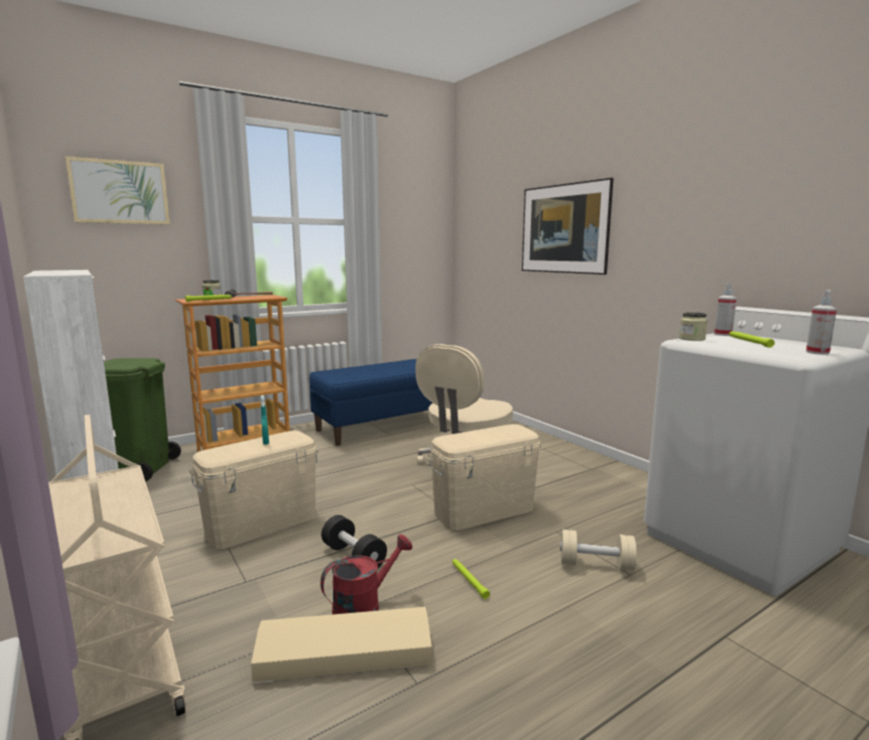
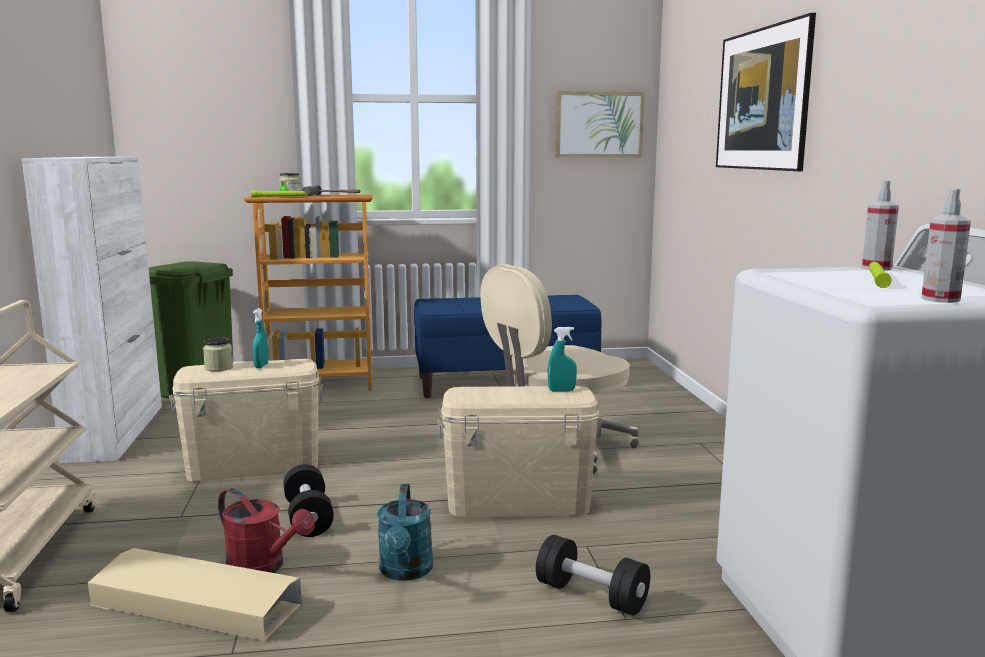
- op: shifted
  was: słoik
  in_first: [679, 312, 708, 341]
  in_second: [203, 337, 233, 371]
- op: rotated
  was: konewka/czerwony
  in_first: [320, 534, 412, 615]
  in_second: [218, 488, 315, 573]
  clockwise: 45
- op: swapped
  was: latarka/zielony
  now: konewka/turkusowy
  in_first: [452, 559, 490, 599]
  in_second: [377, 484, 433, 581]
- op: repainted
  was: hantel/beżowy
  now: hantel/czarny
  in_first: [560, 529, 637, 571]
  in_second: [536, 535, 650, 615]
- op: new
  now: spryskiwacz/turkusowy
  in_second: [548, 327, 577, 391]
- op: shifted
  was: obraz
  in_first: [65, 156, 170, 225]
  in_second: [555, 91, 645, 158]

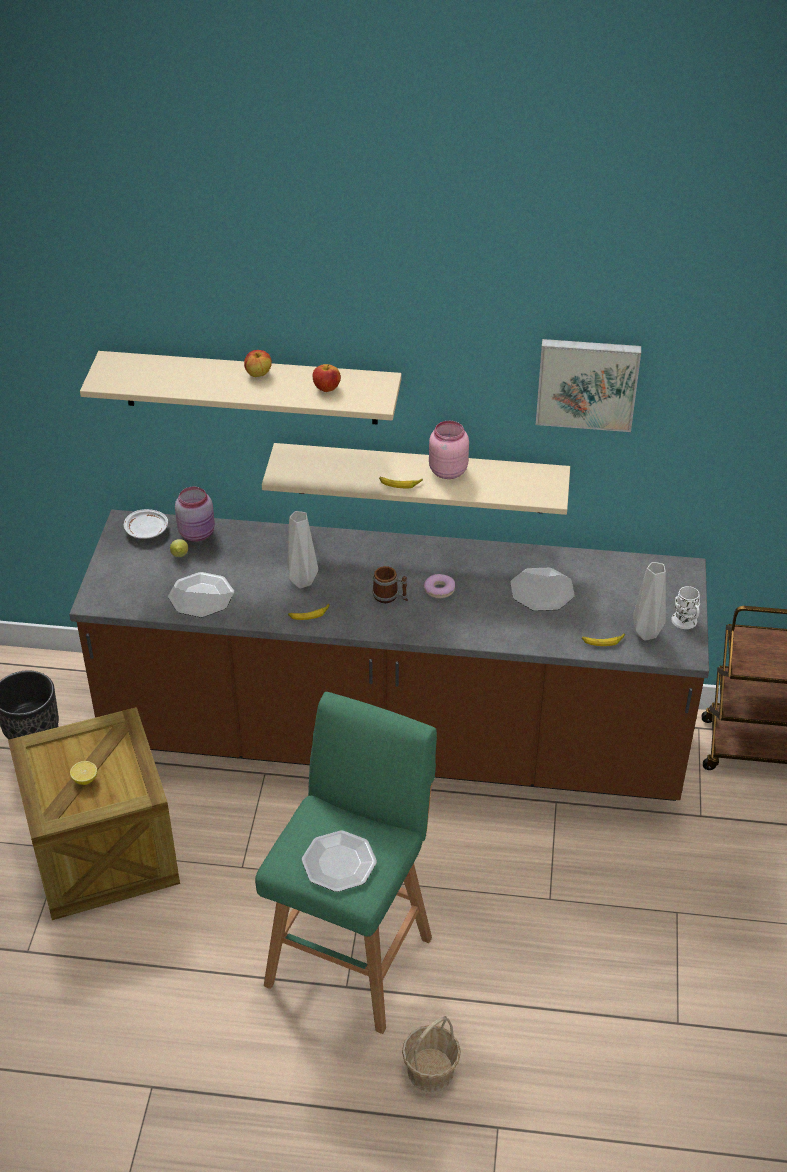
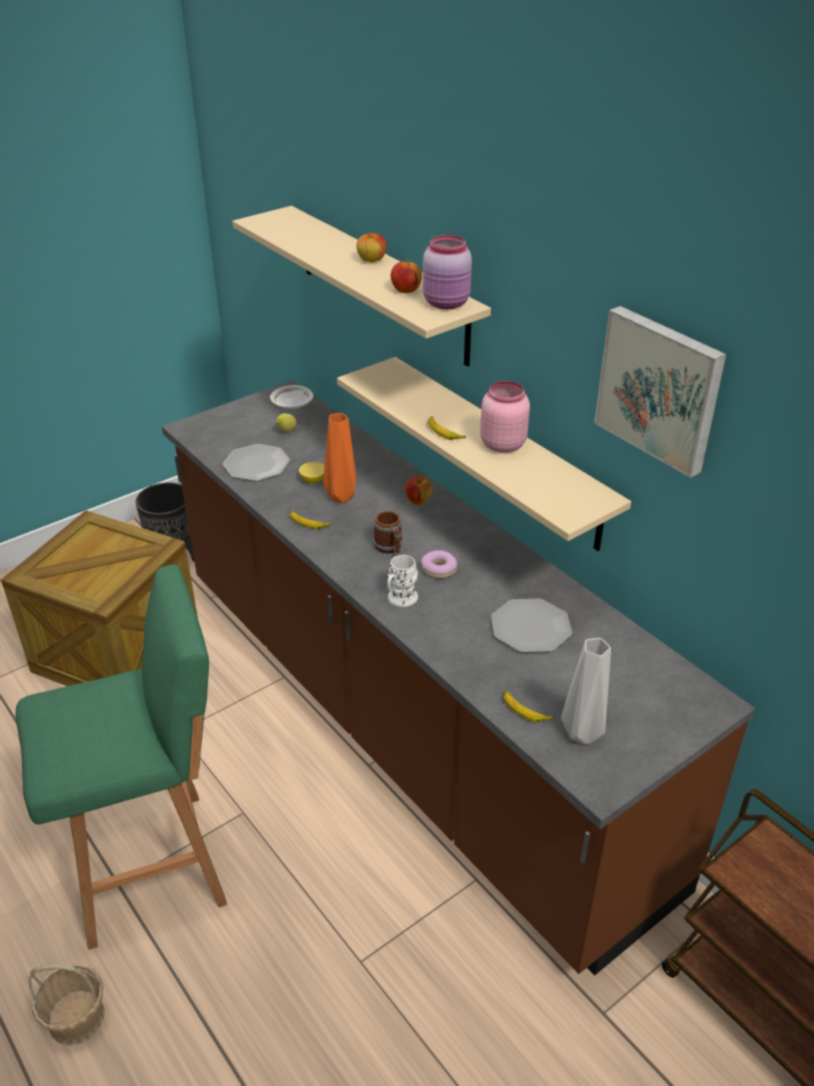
- op: shifted
  was: cytryna
  in_first: [70, 761, 97, 785]
  in_second: [299, 462, 325, 483]
- op: repainted
  was: wazon/szary
  now: wazon/pomarańczowy
  in_first: [287, 511, 318, 588]
  in_second: [323, 413, 357, 503]
- op: shifted
  was: kubek/biały
  in_first: [671, 586, 700, 629]
  in_second: [387, 555, 418, 607]
- op: new
  now: jabłko
  in_second: [405, 476, 433, 505]
- op: shifted
  was: słoik/różowy
  in_first: [175, 487, 215, 542]
  in_second: [423, 235, 472, 309]
- op: gone
  was: talerz
  in_first: [302, 831, 377, 892]

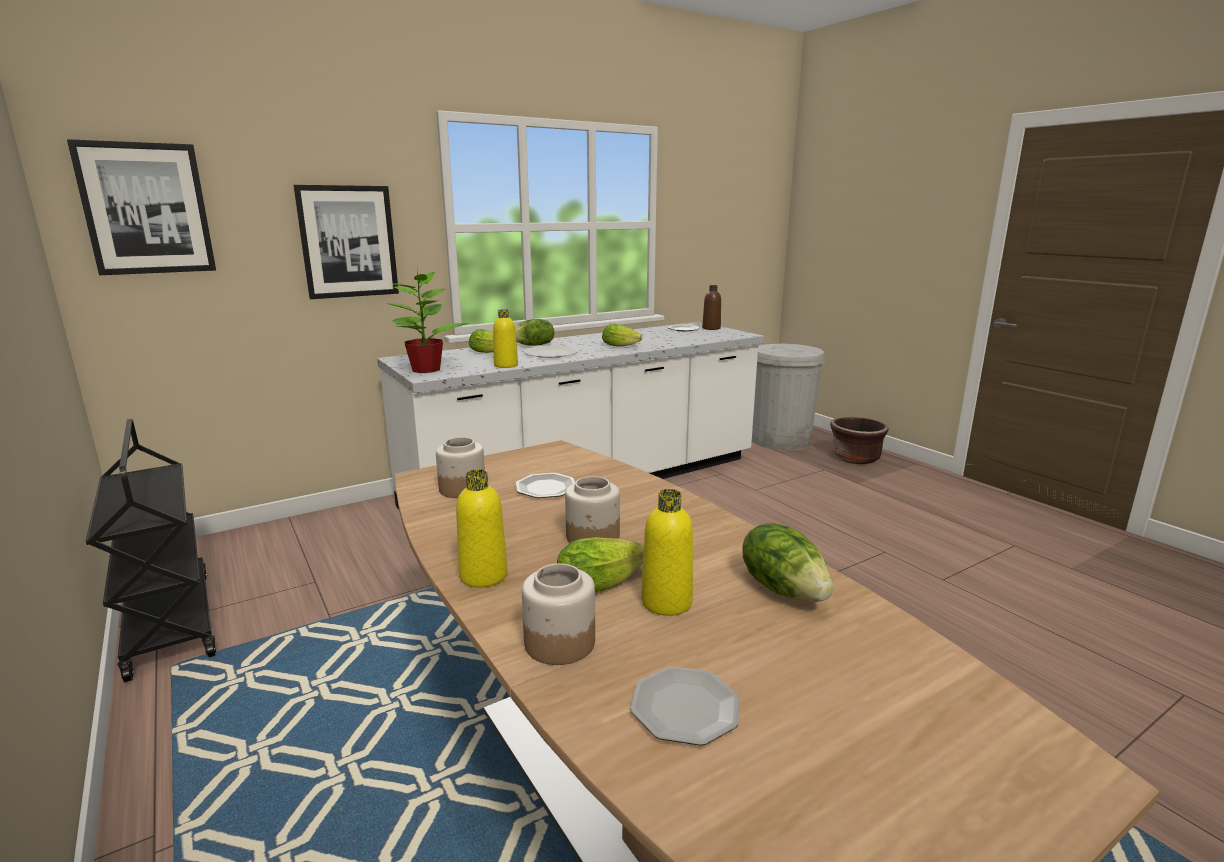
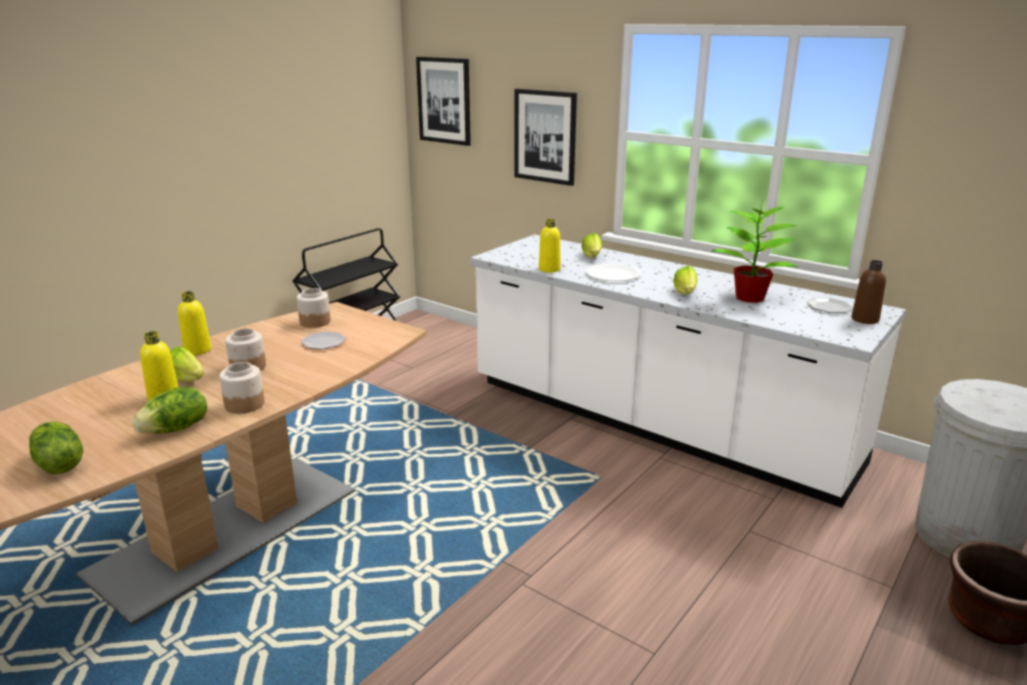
- op: shifted
  was: sałata
  in_first: [515, 319, 554, 346]
  in_second: [29, 422, 83, 474]
- op: shifted
  was: słoik
  in_first: [522, 563, 595, 665]
  in_second: [219, 362, 265, 414]
- op: shifted
  was: roślina doniczkowa
  in_first: [387, 272, 469, 373]
  in_second: [712, 200, 798, 303]
- op: gone
  was: talerz
  in_first: [630, 666, 739, 746]

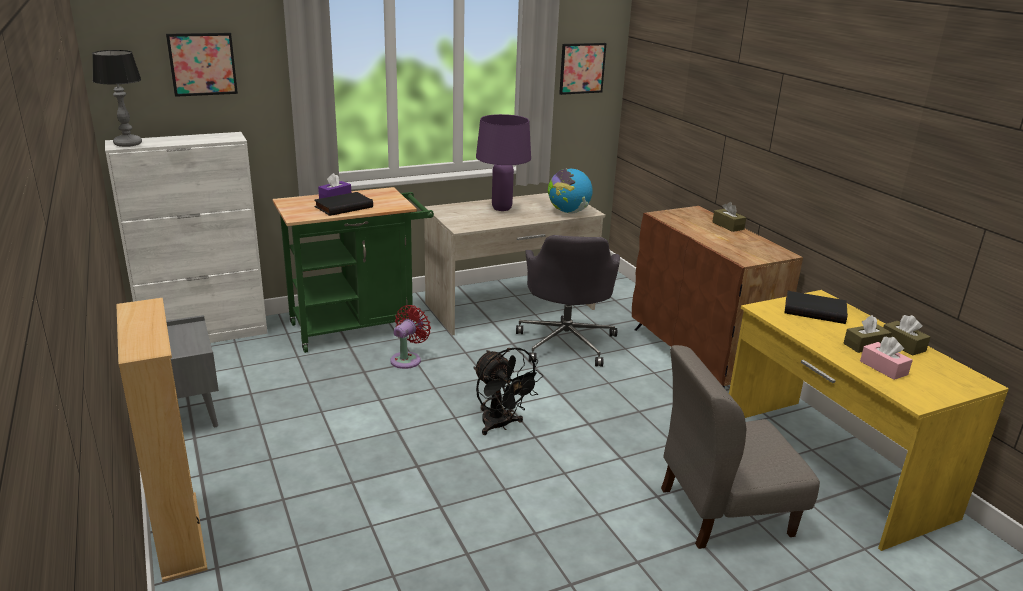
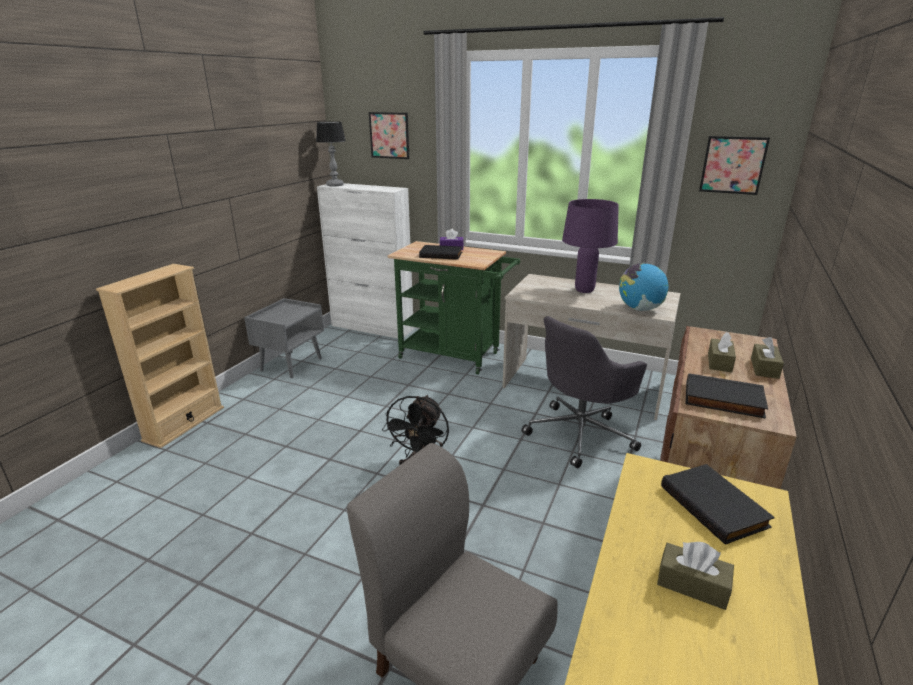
- op: new
  now: książka/czarny
  in_second: [686, 373, 768, 419]
- op: shifted
  was: pudełko chusteczek/brązowy
  in_first: [883, 315, 930, 355]
  in_second: [708, 332, 736, 372]
- op: gone
  was: wentylator/czerwony
  in_first: [390, 305, 431, 369]
- op: gone
  was: pudełko chusteczek/różowy
  in_first: [860, 337, 913, 380]

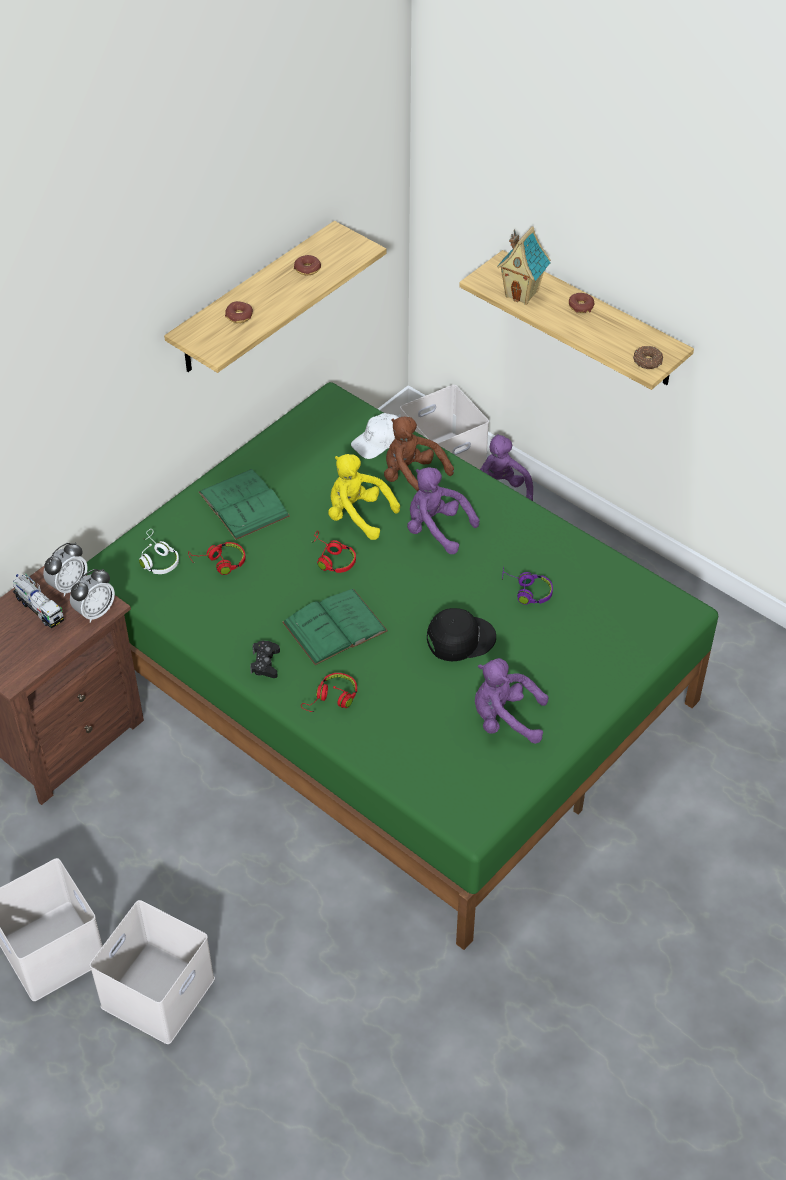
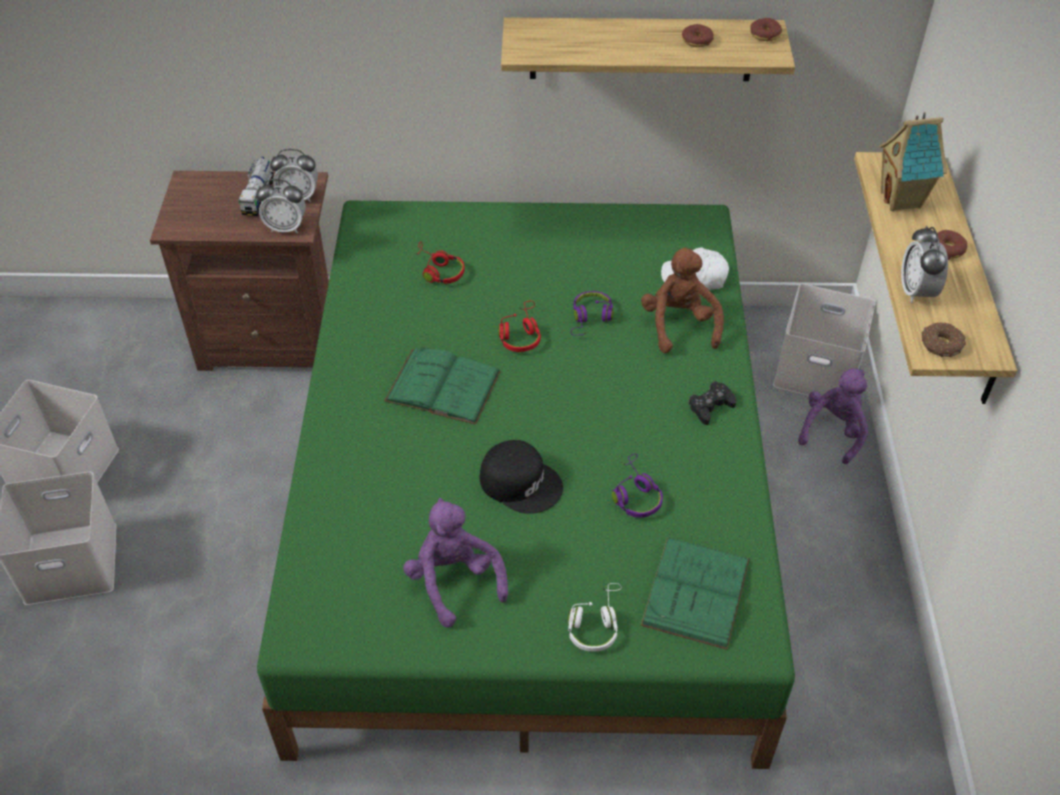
- op: shifted
  was: słuchawki/biały
  in_first: [139, 529, 179, 574]
  in_second: [568, 583, 622, 651]
- op: swapped
  was: pluszak/żółty
  now: słuchawki/fioletowy
  in_first: [328, 454, 400, 540]
  in_second: [570, 291, 614, 335]
- op: shifted
  was: książka/zielony
  in_first: [199, 469, 290, 540]
  in_second: [641, 537, 750, 650]
- op: shifted
  was: pad do gier/czarny
  in_first: [250, 641, 280, 678]
  in_second: [688, 381, 737, 425]
- op: shifted
  was: donut
  in_first: [225, 301, 253, 323]
  in_second: [750, 18, 782, 41]
- op: new
  now: budzik
  in_second: [901, 226, 948, 303]
- op: gone
  was: słuchawki/czerwony
  in_first: [301, 673, 357, 712]
- op: gone
  was: pluszak/fioletowy
  in_first: [407, 467, 480, 554]

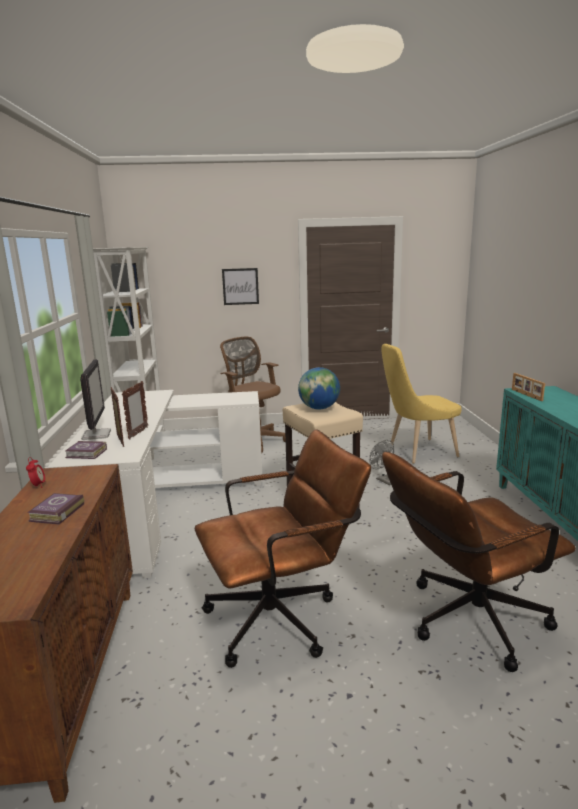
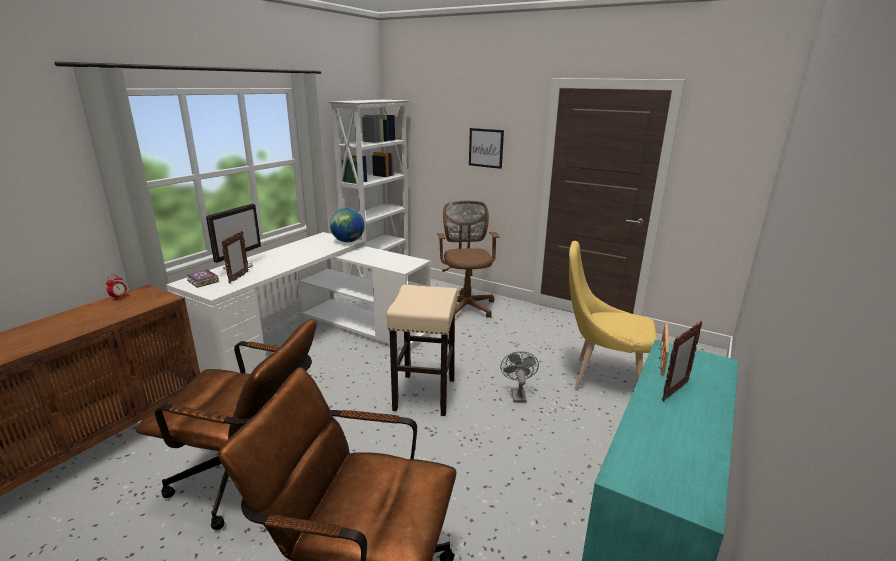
- op: shifted
  was: globus
  in_first: [298, 367, 340, 410]
  in_second: [330, 208, 365, 242]
- op: shifted
  was: ramka na zdjęcie
  in_first: [122, 381, 148, 440]
  in_second: [662, 321, 702, 401]
- op: gone
  was: książka
  in_first: [27, 493, 84, 524]

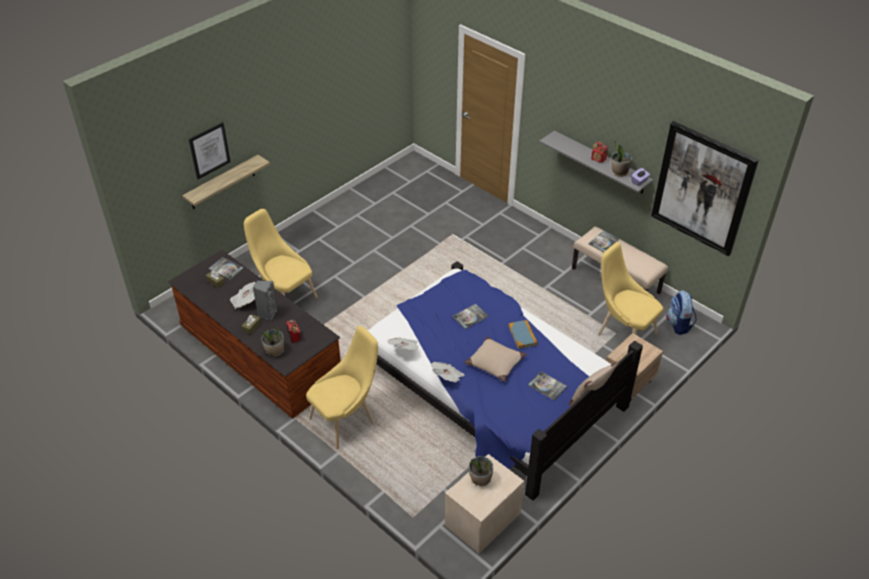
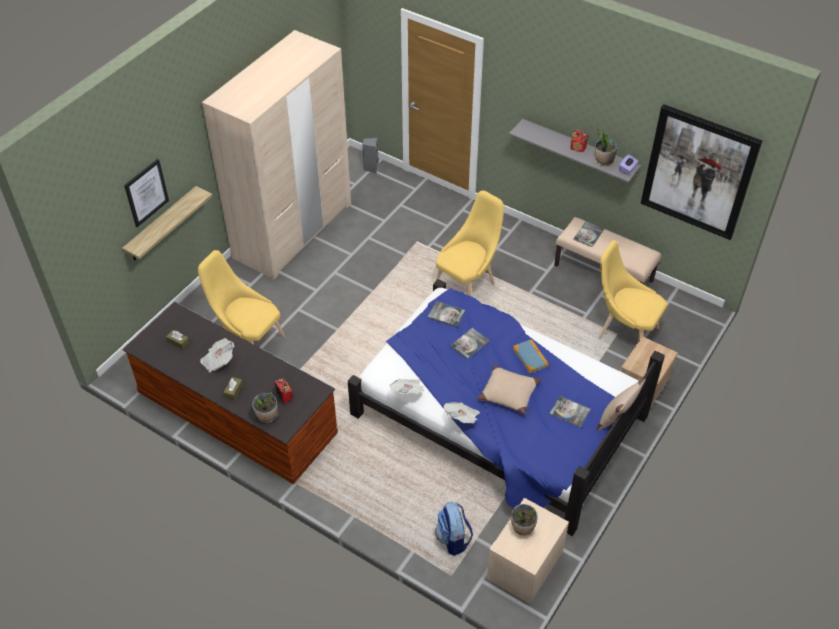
- op: new
  now: szafa/beżowy
  in_second: [202, 30, 351, 279]
- op: shifted
  was: głośnik/szary
  in_first: [253, 280, 277, 321]
  in_second: [362, 137, 379, 174]
- op: shifted
  was: książka
  in_first: [208, 257, 244, 280]
  in_second: [427, 301, 465, 327]
- op: shifted
  was: krzesło/żółty
  in_first: [306, 326, 378, 449]
  in_second: [435, 190, 504, 296]
- op: shifted
  was: plecak
  in_first: [666, 290, 697, 335]
  in_second: [435, 502, 473, 556]

